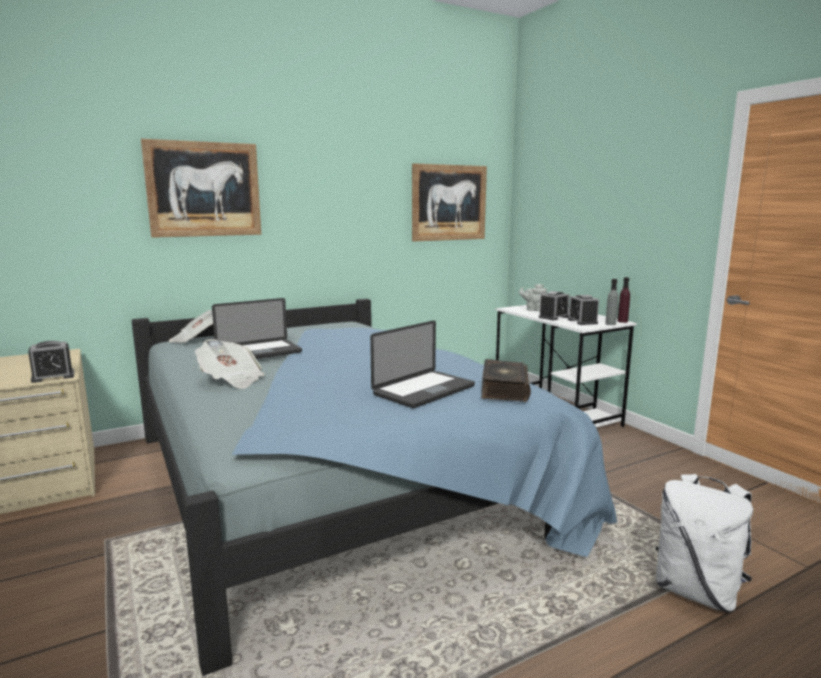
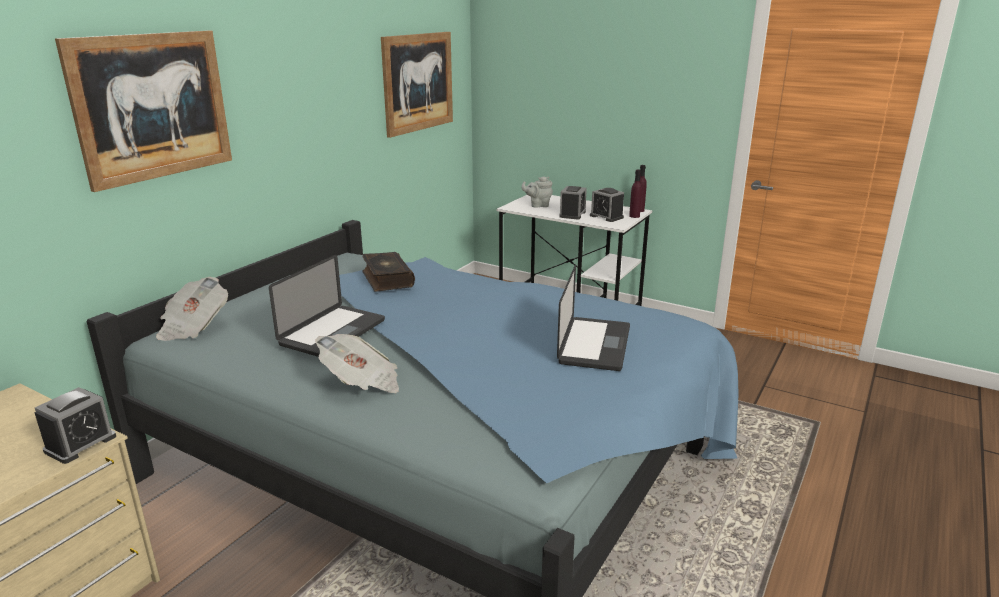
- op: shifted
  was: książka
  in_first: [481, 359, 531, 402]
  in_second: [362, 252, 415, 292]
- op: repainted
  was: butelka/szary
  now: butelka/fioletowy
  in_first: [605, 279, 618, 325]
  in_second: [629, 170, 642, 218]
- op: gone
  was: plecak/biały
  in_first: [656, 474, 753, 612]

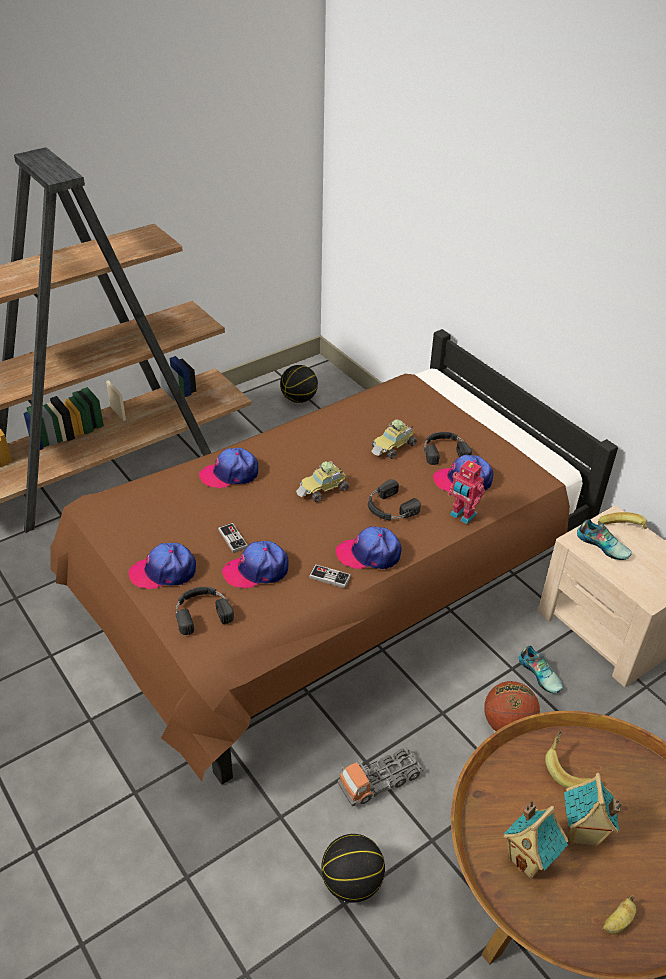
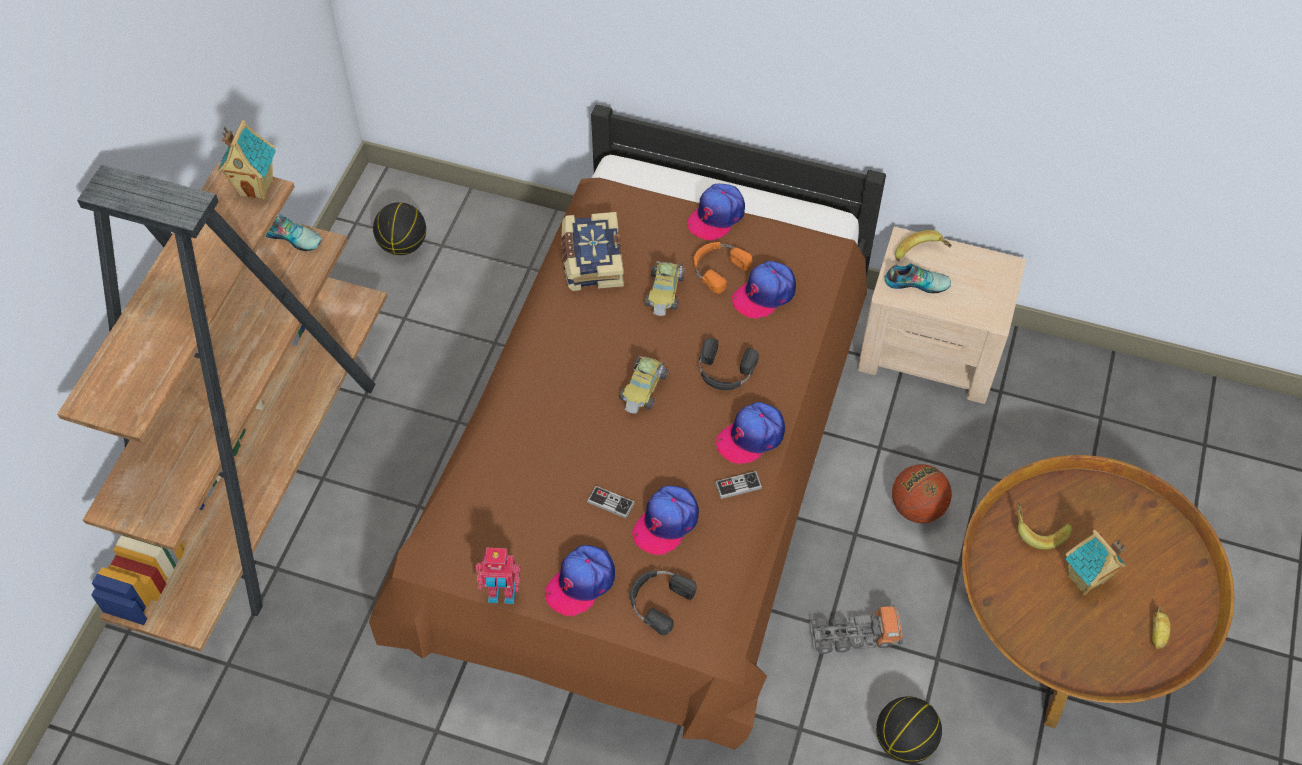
- op: shifted
  was: domek
  in_first: [503, 800, 569, 879]
  in_second: [218, 120, 276, 200]
- op: shifted
  was: but
  in_first: [519, 646, 563, 694]
  in_second: [265, 214, 322, 251]
- op: shifted
  was: robot zabawkowy
  in_first: [448, 460, 485, 524]
  in_second: [476, 548, 521, 604]
- op: new
  now: książka
  in_second: [561, 212, 624, 291]
- op: shifted
  was: czapka z daszkiem
  in_first: [199, 448, 258, 488]
  in_second: [687, 184, 745, 241]
- op: repainted
  was: słuchawki/czarny
  now: słuchawki/pomarańczowy
  in_first: [424, 432, 472, 465]
  in_second: [693, 242, 752, 294]
- op: rotated
  was: ciężarówka zabawkowa
  in_first: [338, 747, 423, 806]
  in_second: [809, 604, 903, 654]
  clockwise: -120

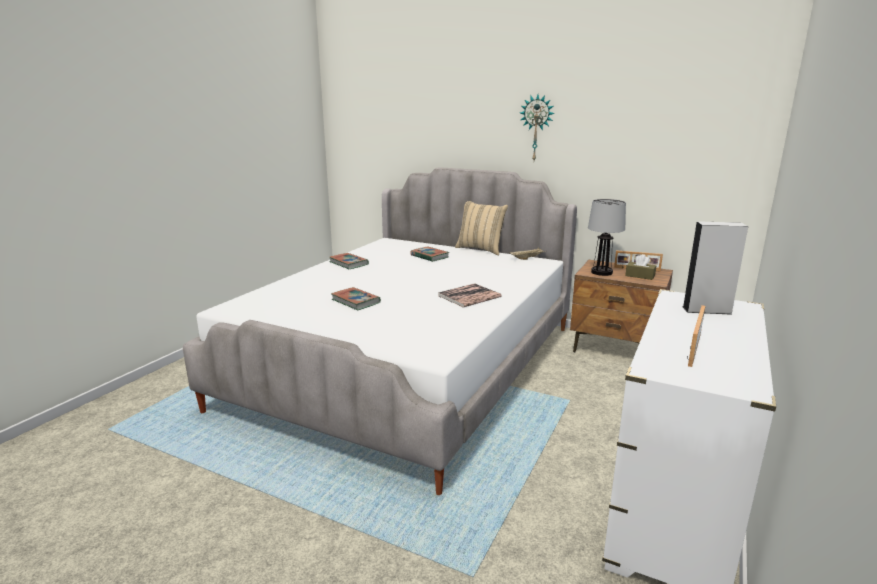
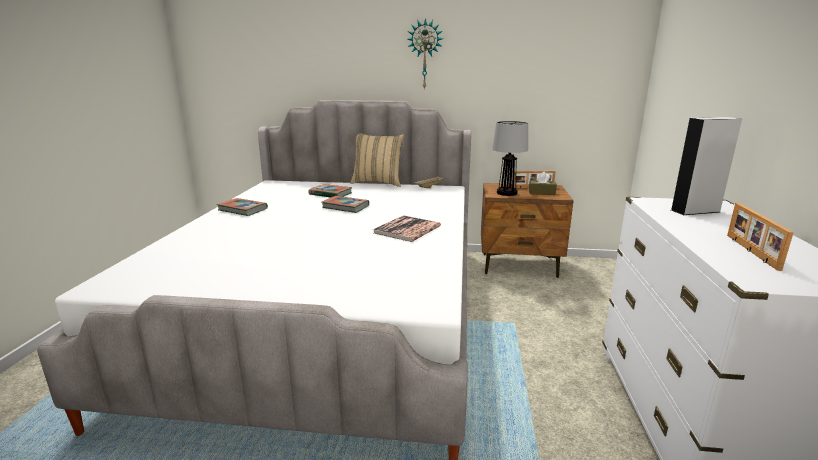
- op: shifted
  was: książka
  in_first: [331, 287, 381, 310]
  in_second: [322, 196, 369, 213]

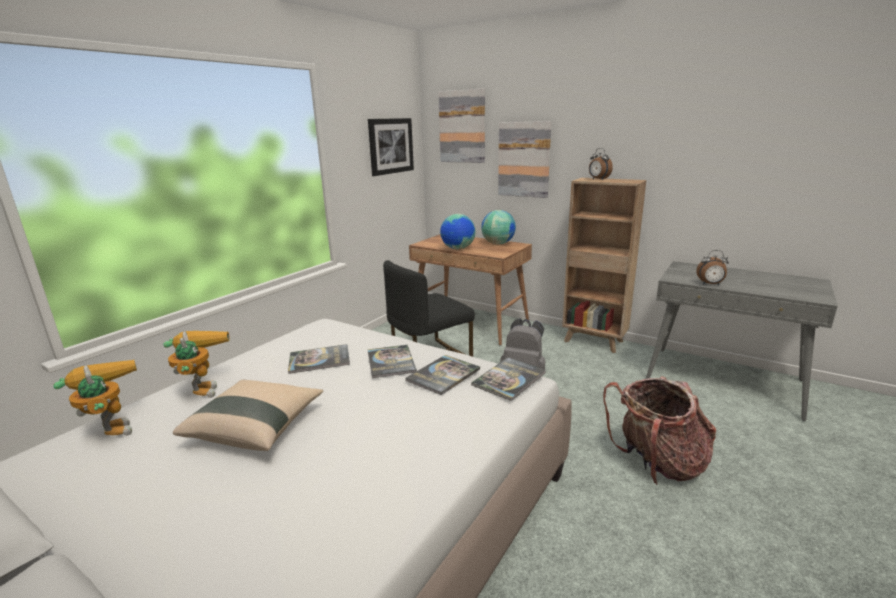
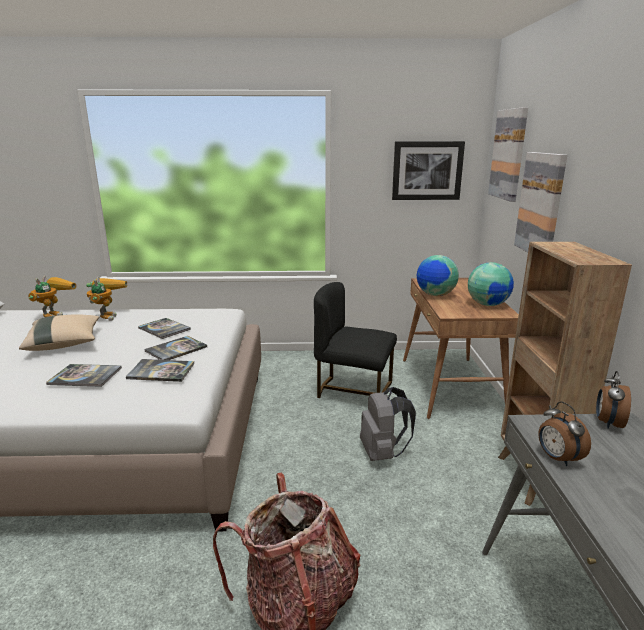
- op: shifted
  was: książka
  in_first: [471, 357, 546, 401]
  in_second: [46, 364, 122, 387]
- op: rotated
  was: robot zabawkowy
  in_first: [163, 331, 230, 398]
  in_second: [86, 277, 127, 321]
  clockwise: -45
- op: shifted
  was: budzik
  in_first: [589, 148, 613, 180]
  in_second: [596, 371, 631, 429]

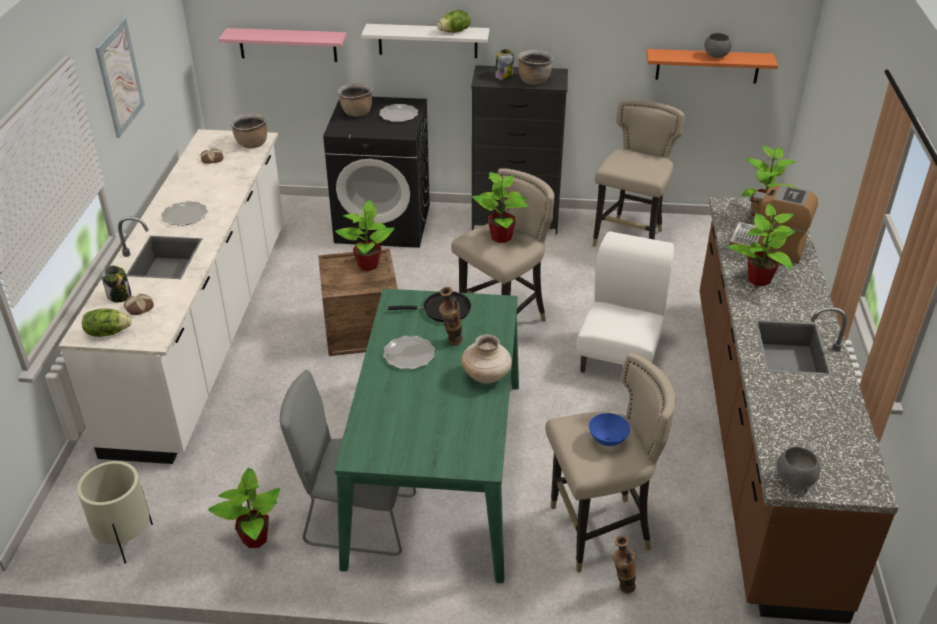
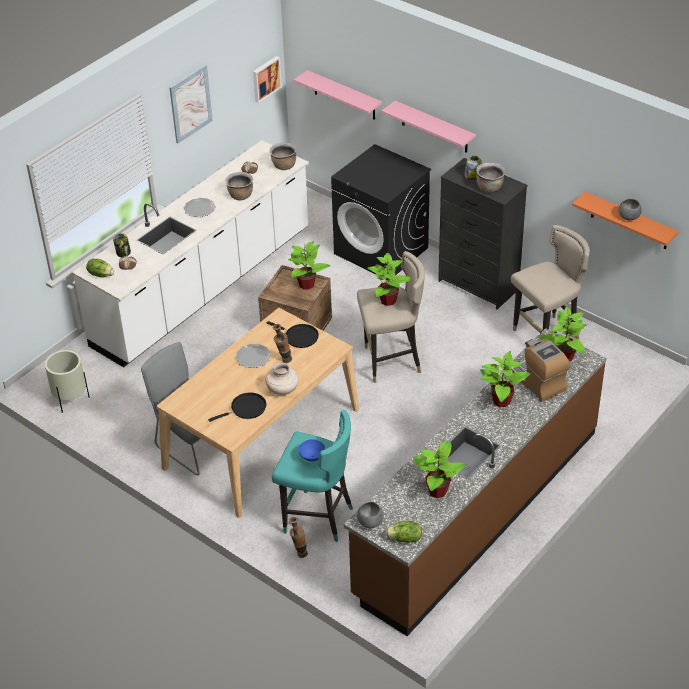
- op: repainted
  was: stół jadalny/zielony
  now: stół jadalny/beżowy
  in_first: [335, 289, 519, 583]
  in_second: [157, 308, 359, 518]
- op: new
  now: patelnia/czarny
  in_second: [208, 392, 266, 422]
- op: shifted
  was: garnek/brązowy
  in_first: [338, 83, 372, 117]
  in_second: [225, 172, 253, 200]
- op: new
  now: obraz
  in_second: [253, 56, 282, 103]
- op: repainted
  was: stołek/beżowy
  now: stołek/turkusowy
  in_first: [545, 353, 676, 573]
  in_second: [272, 410, 353, 542]
- op: repainted
  was: półka/biały
  now: półka/różowy
  in_first: [361, 24, 489, 58]
  in_second: [382, 101, 476, 153]
- op: shifted
  was: sałata
  in_first: [437, 10, 471, 33]
  in_second: [386, 521, 422, 543]
- op: shifted
  was: roślina doniczkowa
  in_first: [208, 468, 280, 548]
  in_second: [413, 441, 466, 498]
- op: gone
  was: talerz
  in_first: [379, 104, 418, 122]
- op: gone
  was: krzesło/biały
  in_first: [576, 231, 674, 373]

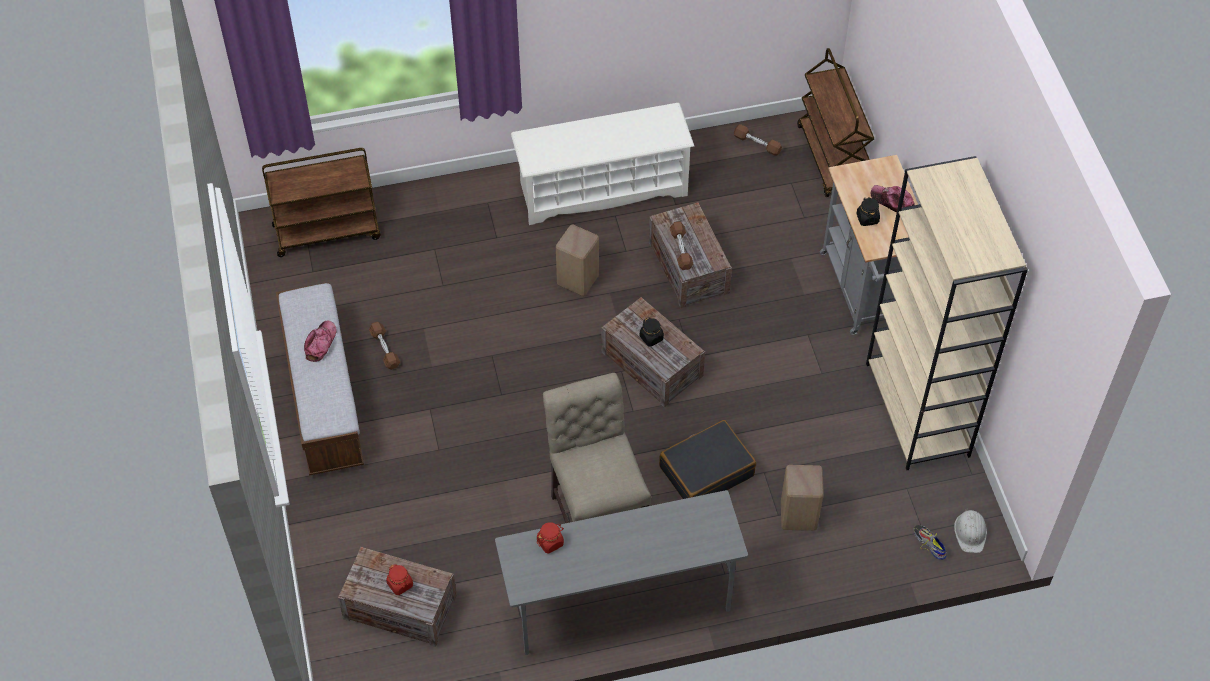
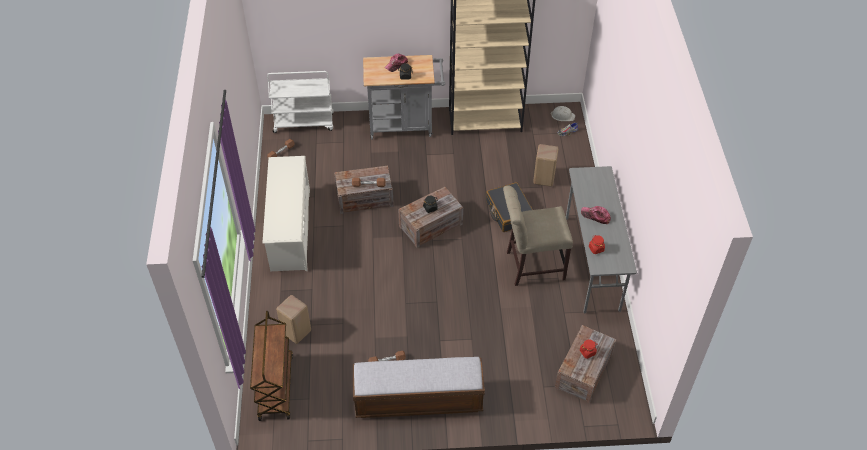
- op: repainted
  was: wózek/brązowy
  now: wózek/biały
  in_first: [797, 48, 874, 197]
  in_second: [267, 71, 334, 133]
- op: shifted
  was: stołek/beżowy
  in_first: [556, 224, 599, 296]
  in_second: [276, 295, 311, 344]
- op: shifted
  was: czapka z daszkiem
  in_first: [304, 320, 337, 362]
  in_second: [581, 206, 611, 224]

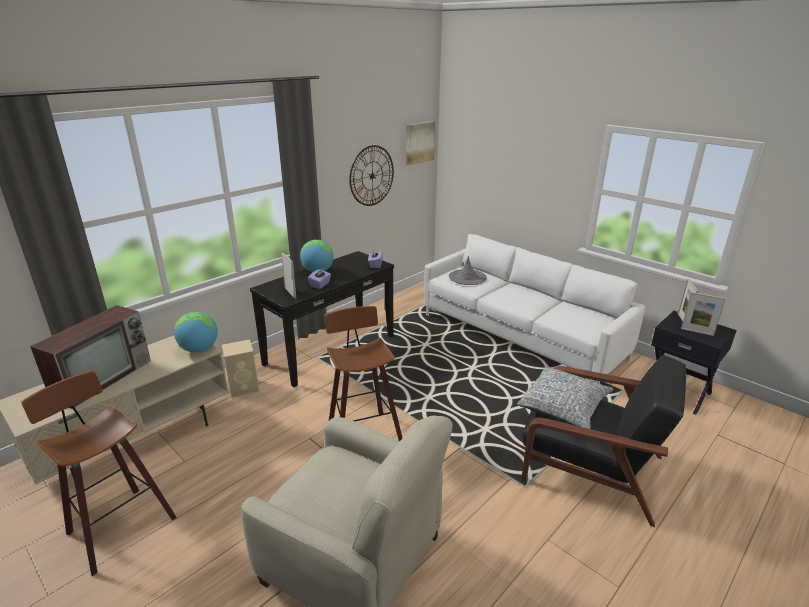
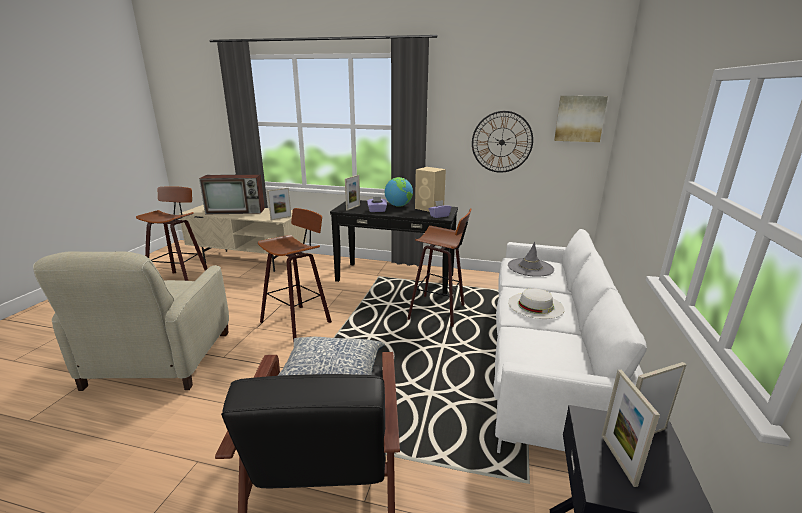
- op: swapped
  was: globus
  now: ramka na zdjęcie
  in_first: [174, 312, 218, 353]
  in_second: [267, 188, 291, 220]
- op: new
  now: stołek
  in_second: [407, 208, 471, 327]
- op: shifted
  was: głośnik/beżowy
  in_first: [222, 339, 259, 398]
  in_second: [415, 167, 446, 212]
- op: new
  now: kapelusz/biały
  in_second: [508, 288, 564, 319]

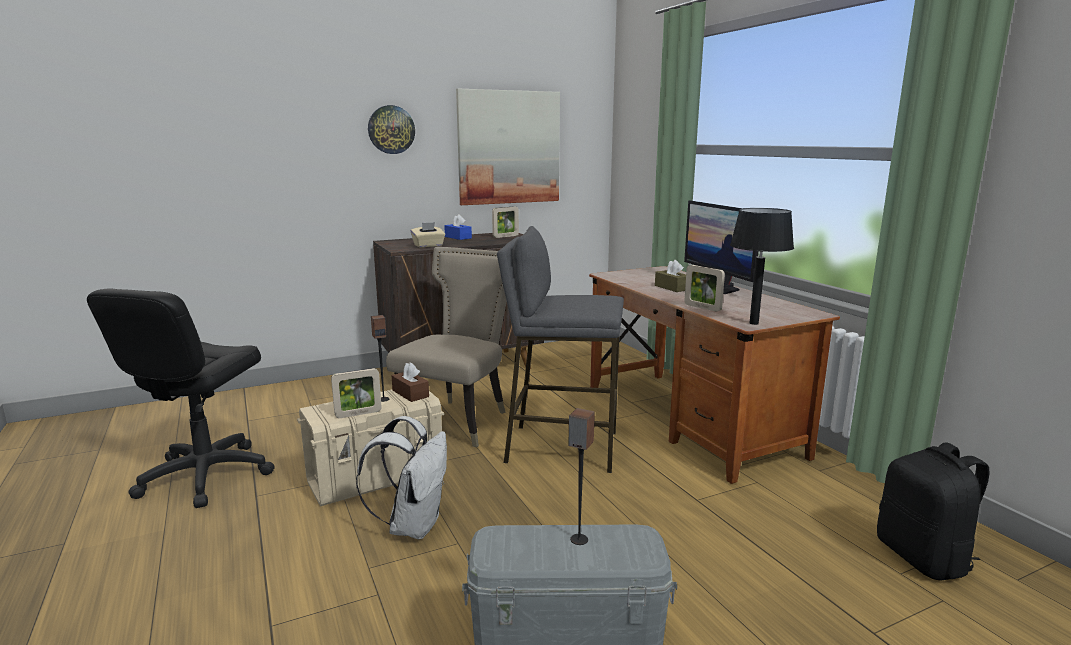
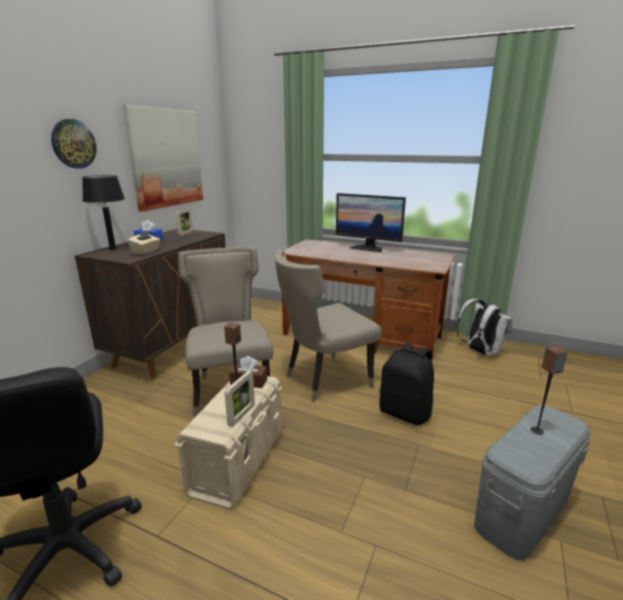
- op: shifted
  was: lampa stołowa/czarny
  in_first: [730, 208, 794, 325]
  in_second: [82, 175, 125, 250]
- op: swapped
  was: stołek/szary
  now: krzesło/beżowy
  in_first: [497, 226, 624, 473]
  in_second: [274, 249, 382, 402]
- op: shifted
  was: plecak/czarny
  in_first: [877, 443, 989, 581]
  in_second: [379, 343, 434, 425]
- op: shifted
  was: plecak/biały
  in_first: [356, 416, 447, 539]
  in_second: [456, 299, 513, 356]
- op: gone
  was: pudełko chusteczek/brązowy
  in_first: [655, 260, 686, 292]
- op: gone
  was: ramka na zdjęcie
  in_first: [684, 265, 725, 312]

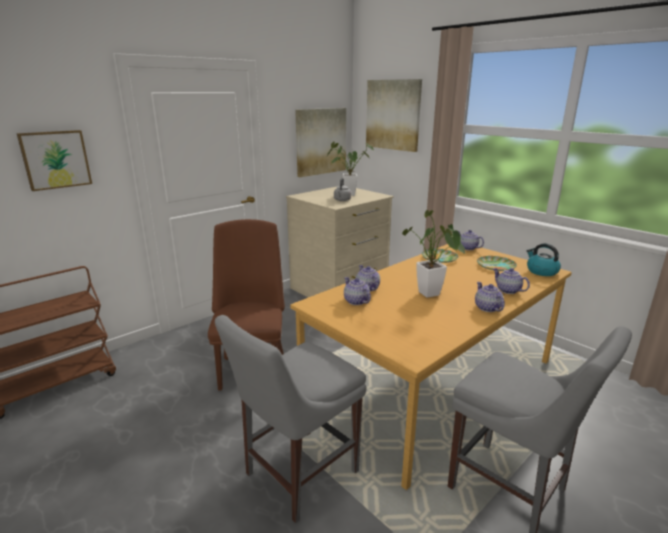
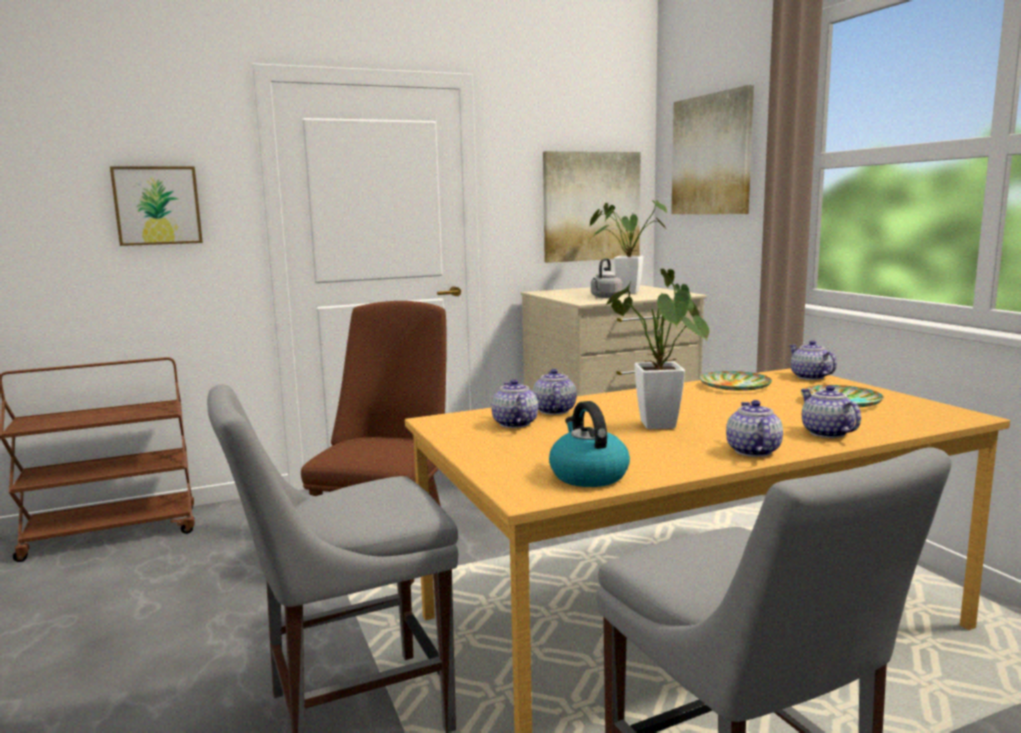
- op: shifted
  was: czajnik
  in_first: [527, 243, 561, 276]
  in_second: [549, 401, 630, 487]

